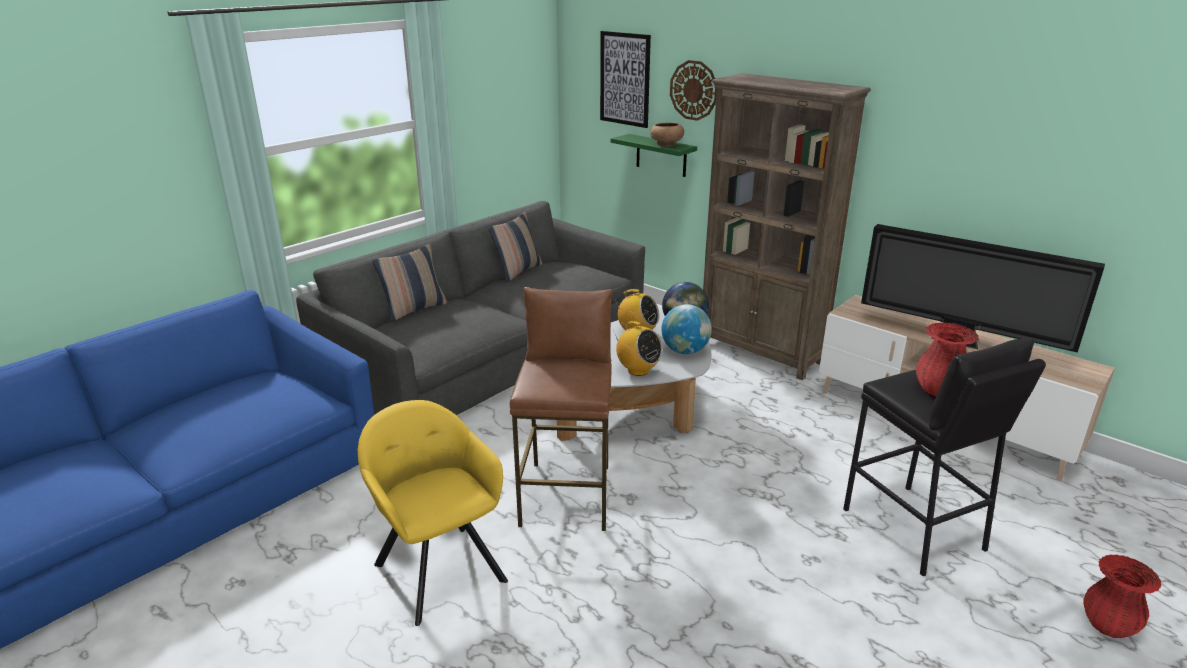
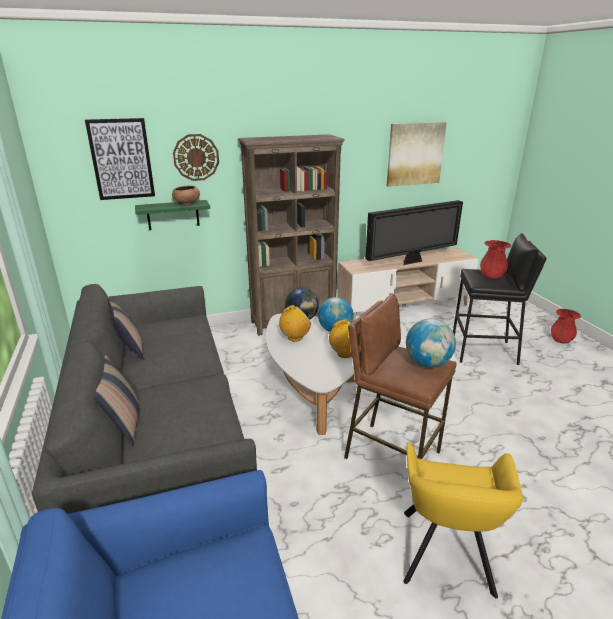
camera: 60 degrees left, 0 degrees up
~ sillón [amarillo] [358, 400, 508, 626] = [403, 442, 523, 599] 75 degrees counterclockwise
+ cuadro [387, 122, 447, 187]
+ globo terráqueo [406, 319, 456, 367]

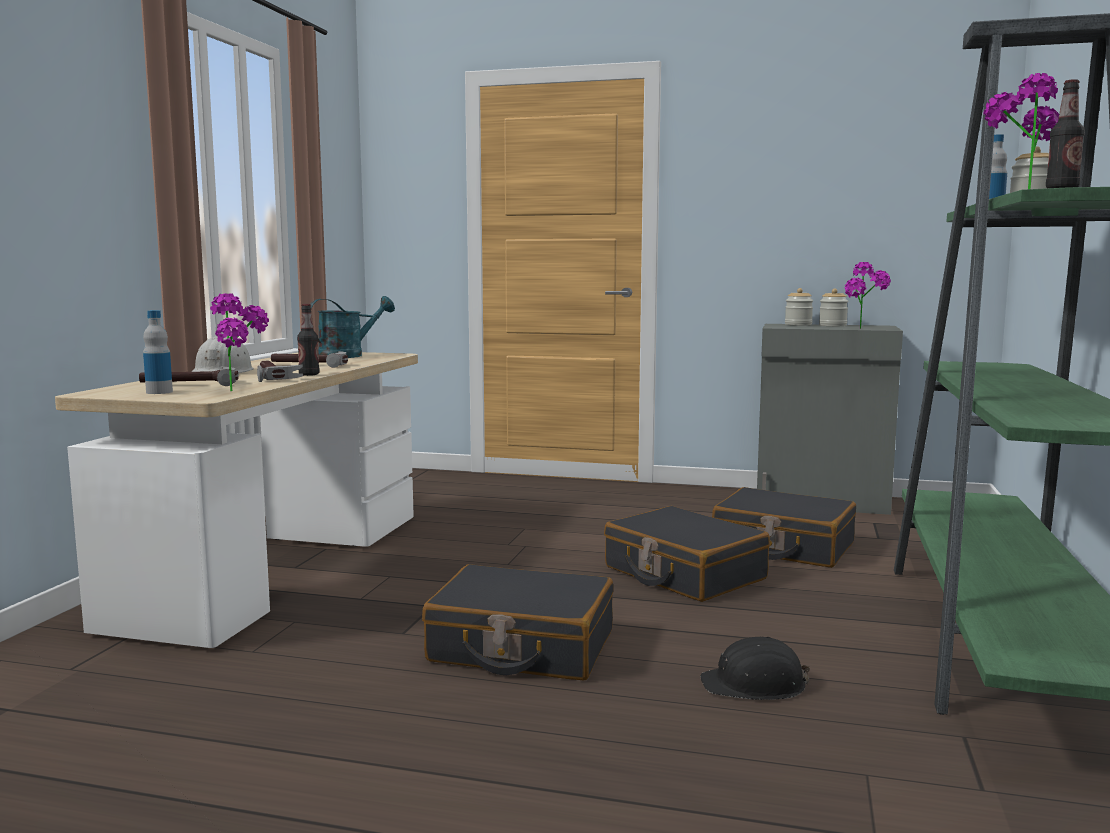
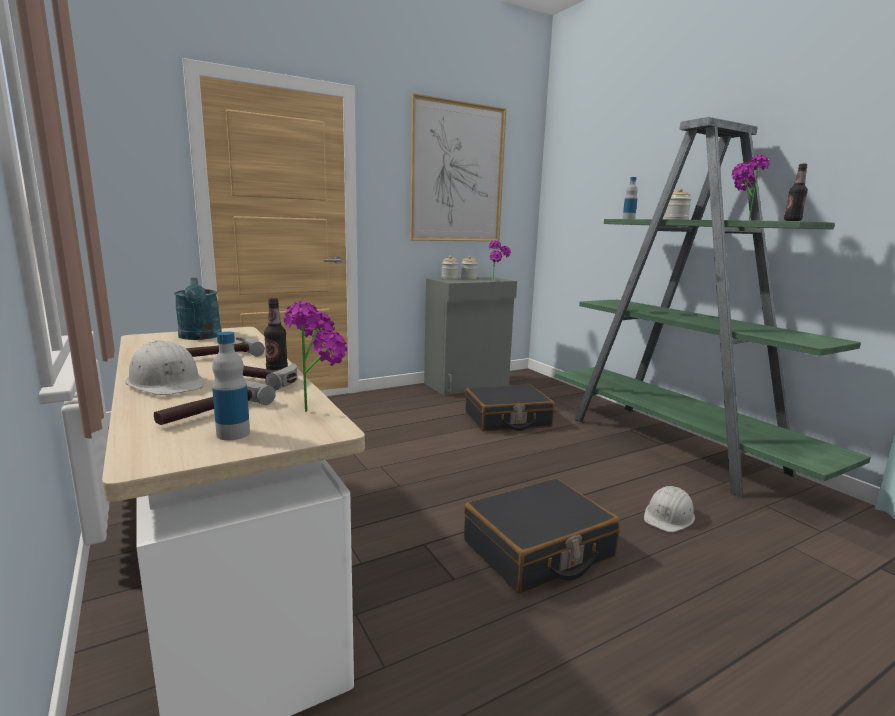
camera: 45 degrees left, 5 degrees up
~ regadera [turquesa] [311, 296, 395, 358] = [174, 278, 222, 340] 150 degrees clockwise
- maleta [negro] [604, 506, 770, 602]
~ casco [negro] [700, 637, 810, 700] to casco [blanco] [644, 486, 695, 532]
+ cuadro [410, 93, 506, 242]

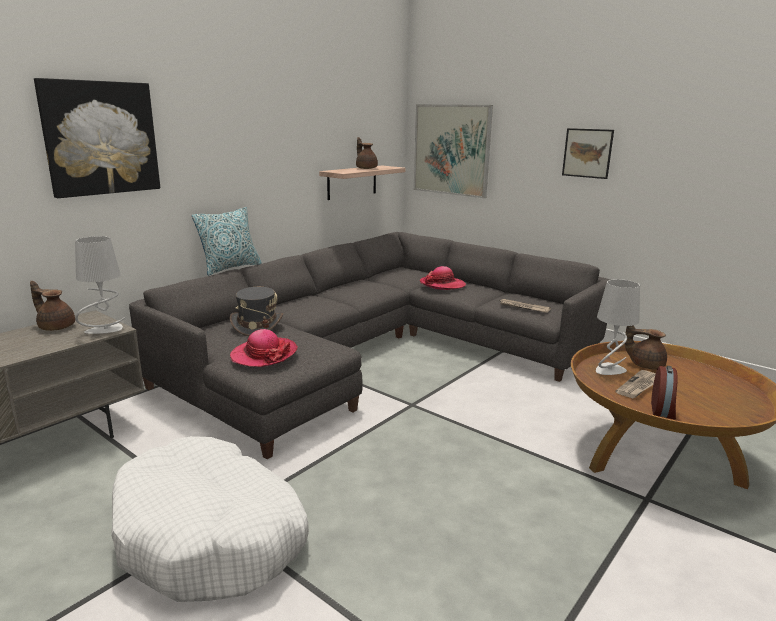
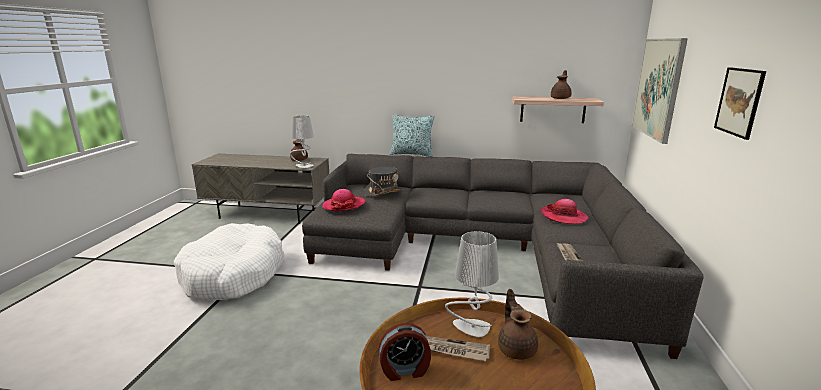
camera: 60 degrees right, 0 degrees up
- cuadro [34, 78, 160, 198]

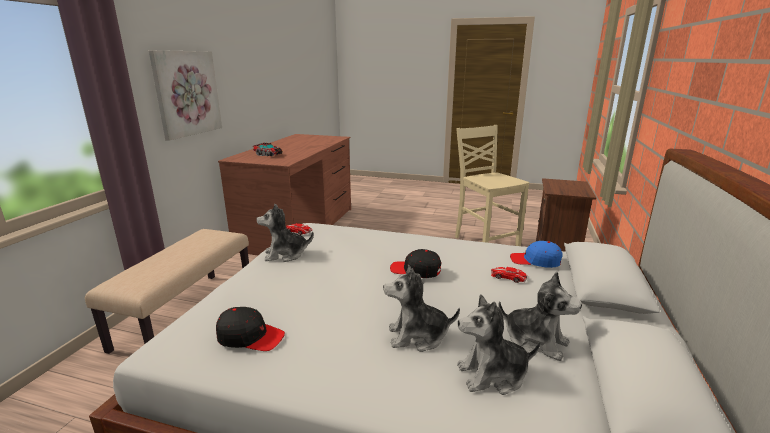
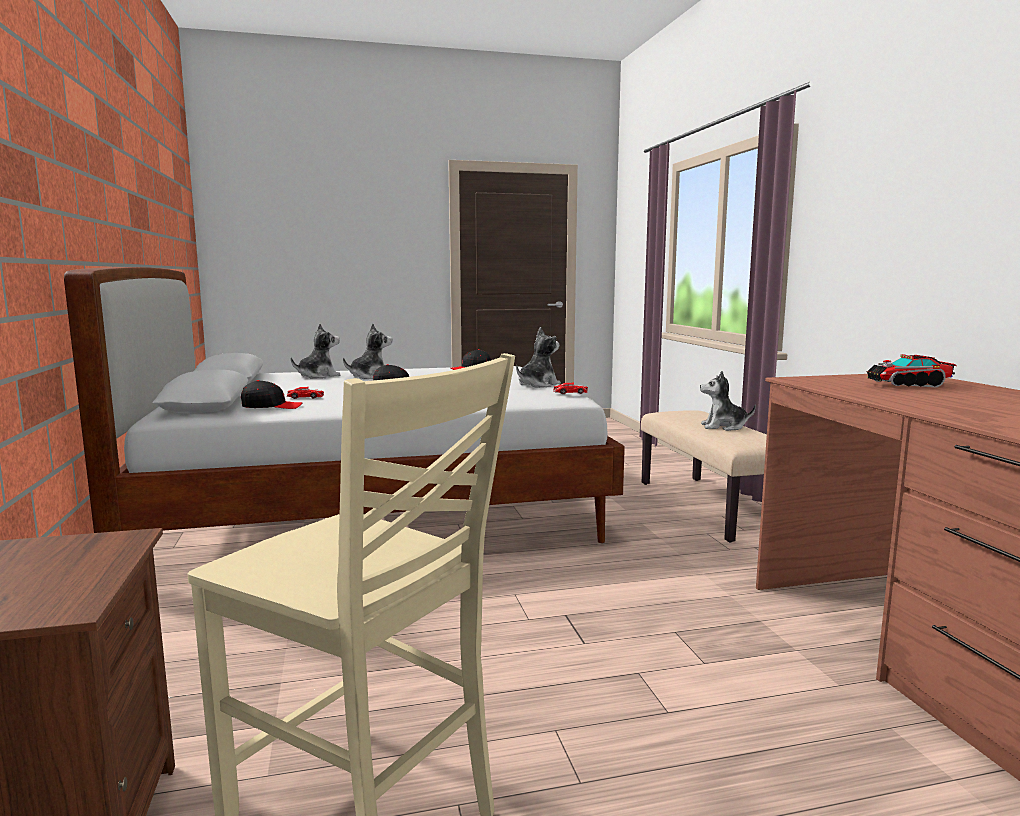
camera: 150 degrees right, 10 degrees down
- cuadro [149, 50, 222, 141]
~ peluche [498, 271, 582, 361] to [700, 371, 756, 431]
~ gorra [azul] [510, 241, 563, 268] to gorra [negro] [241, 380, 302, 409]

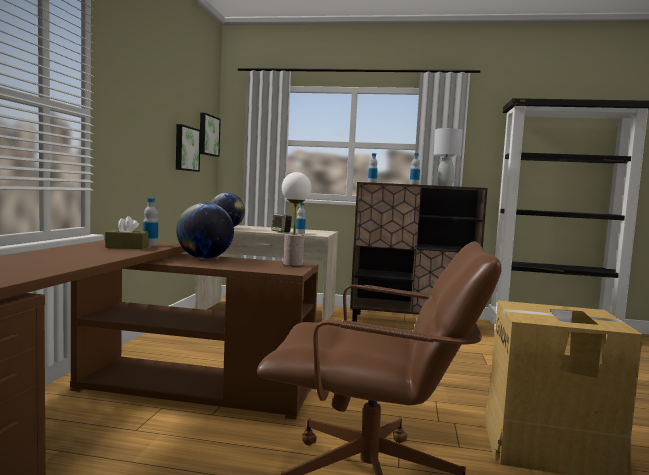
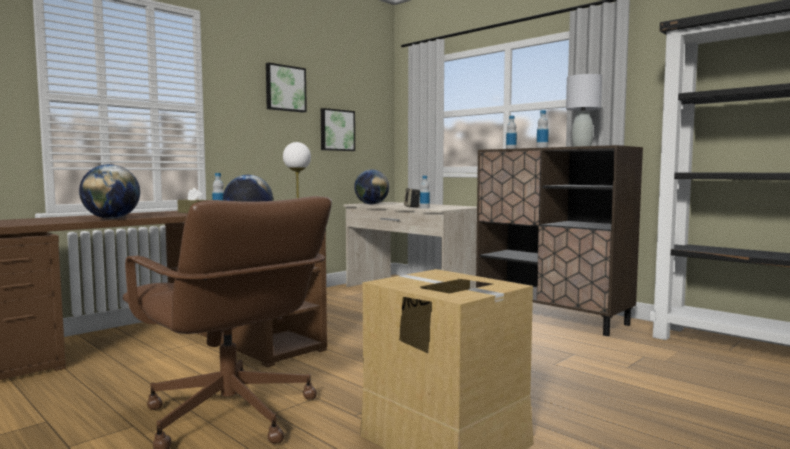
camera: 35 degrees right, 0 degrees up
~ cuadro [200, 113, 221, 157] to [266, 63, 307, 113]
+ globo terráqueo [79, 164, 140, 219]

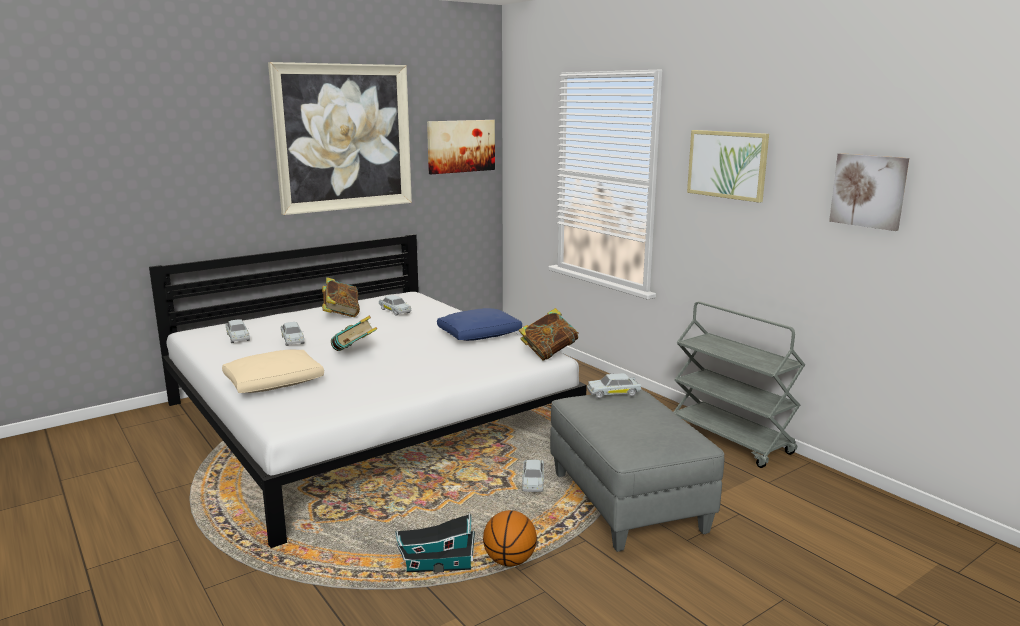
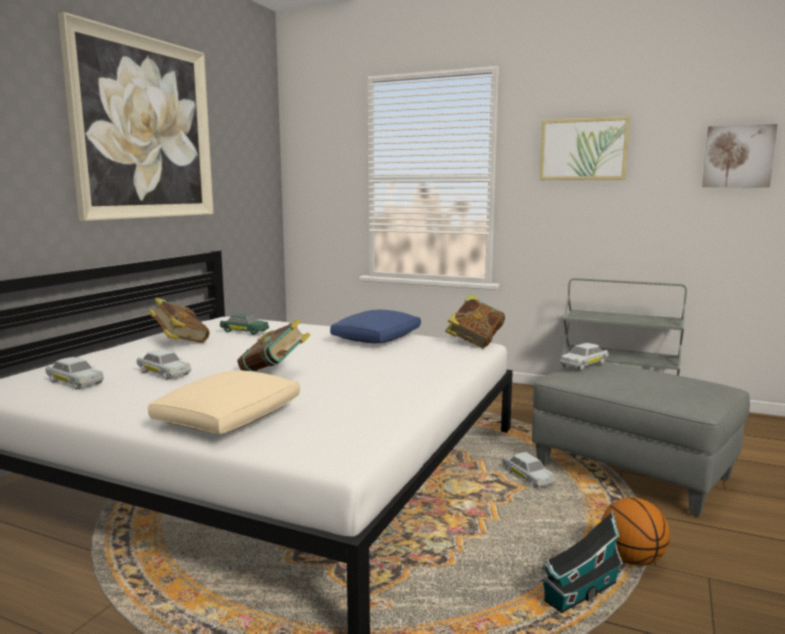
camera: 30 degrees left, 5 degrees down
~ coche de juguete [blanco] [379, 295, 412, 316] to coche de juguete [verde] [220, 313, 269, 335]
- cuadro [427, 120, 495, 174]

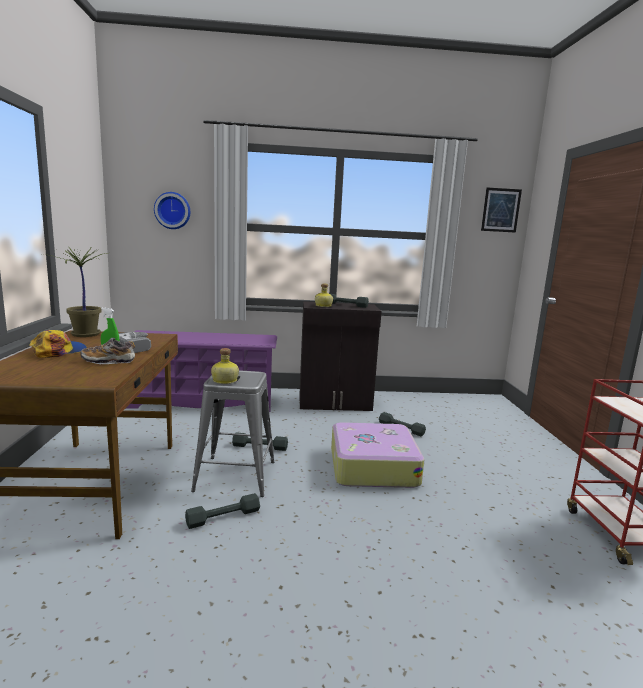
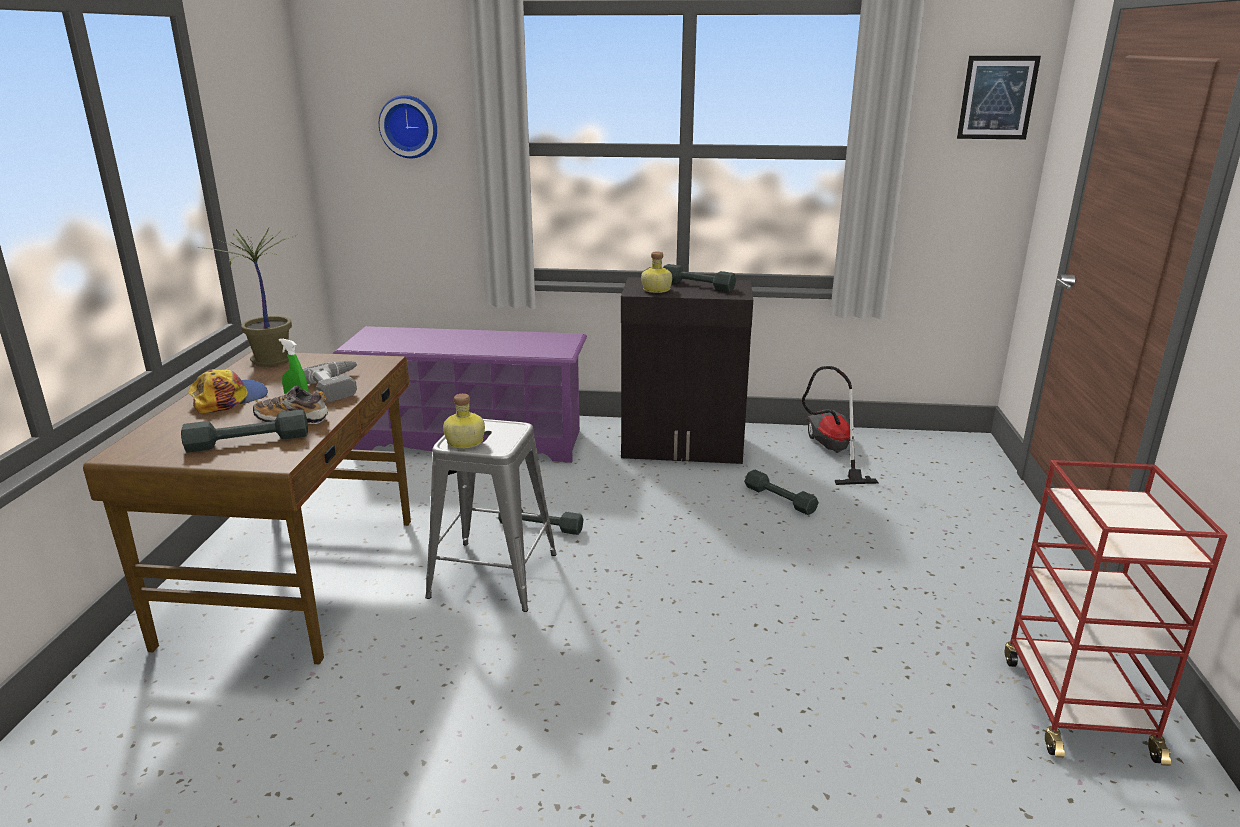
camera: 10 degrees right, 10 degrees up
~ mancuerna [gris] [185, 493, 260, 529] to [181, 409, 308, 453]
- maleta [331, 422, 424, 488]
+ aspiradora [802, 366, 879, 485]

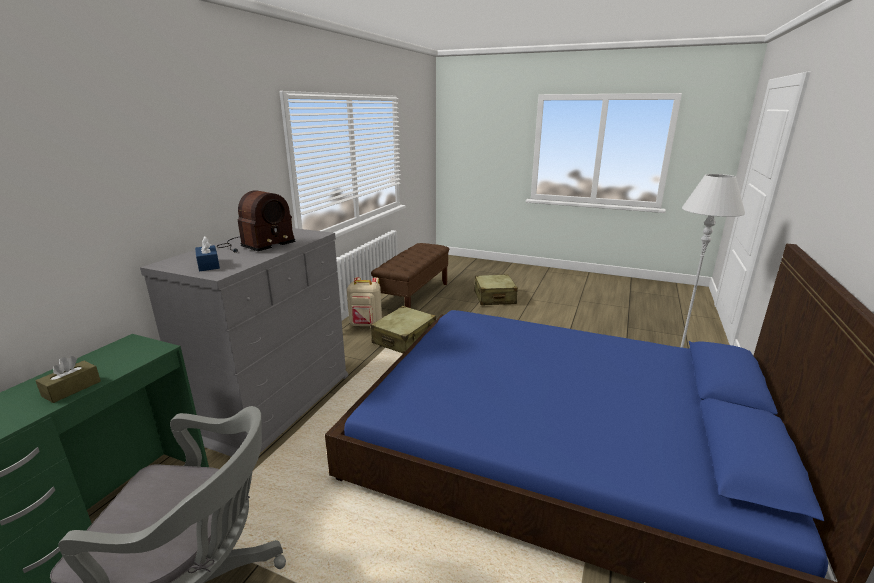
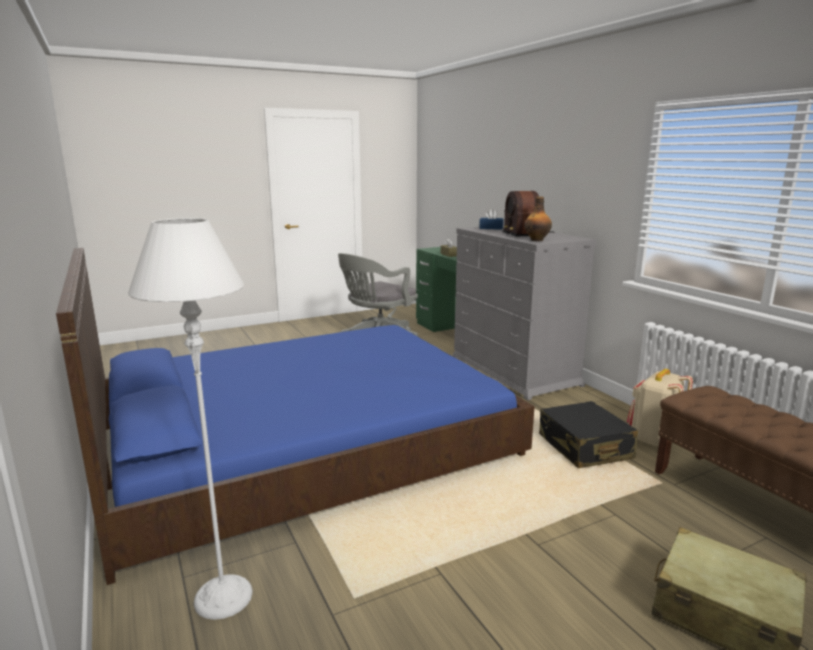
camera: 130 degrees right, 5 degrees down
~ maleta [beis] [371, 306, 436, 354] to maleta [negro] [539, 401, 638, 468]
+ botella [524, 197, 552, 241]

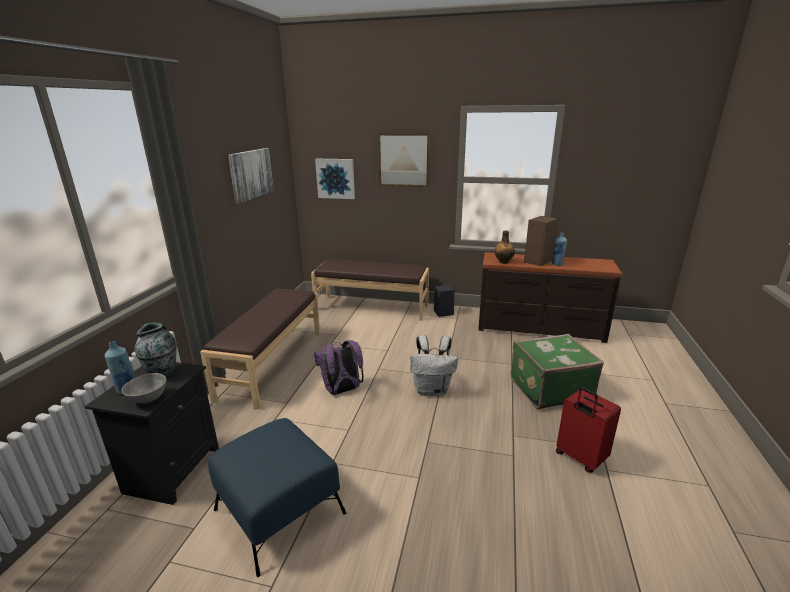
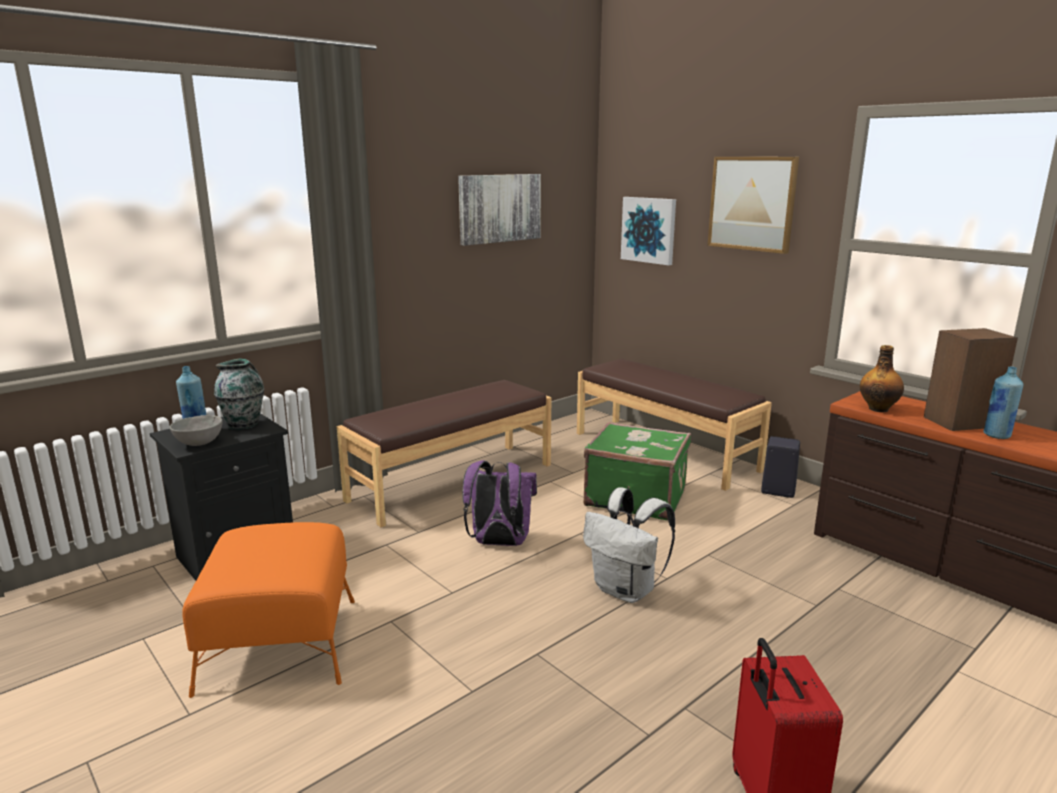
camera: 35 degrees right, 5 degrees down
~ puf [azul] [208, 418, 346, 577] to puf [naranja] [182, 522, 355, 698]
~ maleta [verde] [511, 334, 604, 409] to [584, 422, 691, 520]

